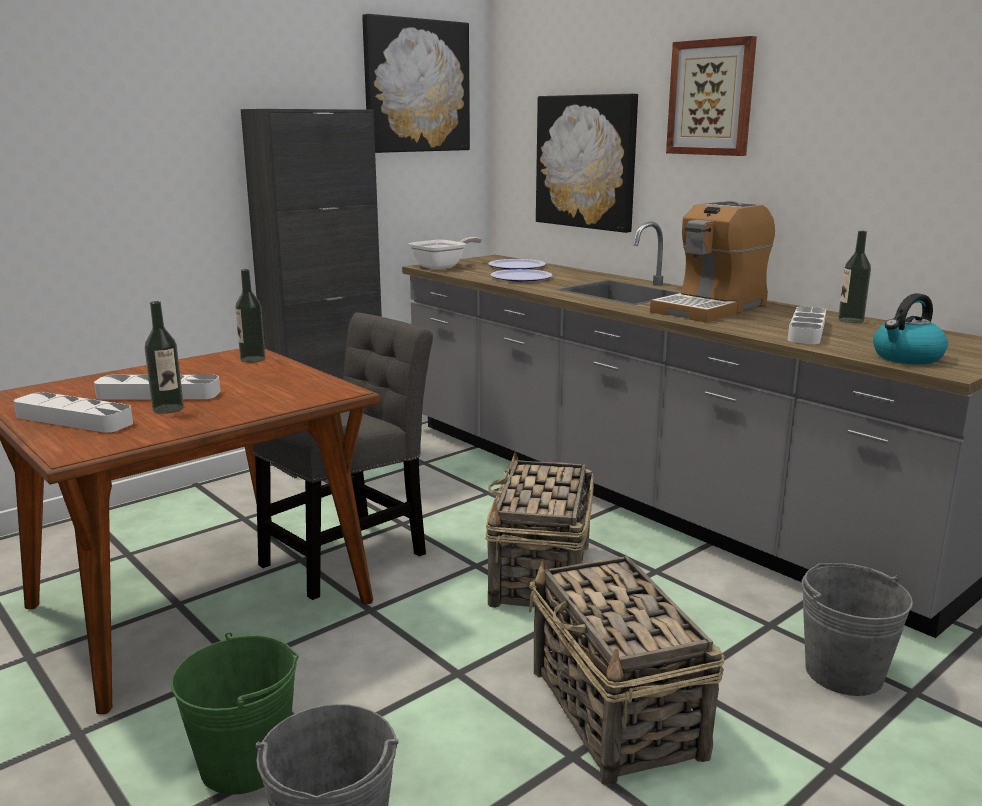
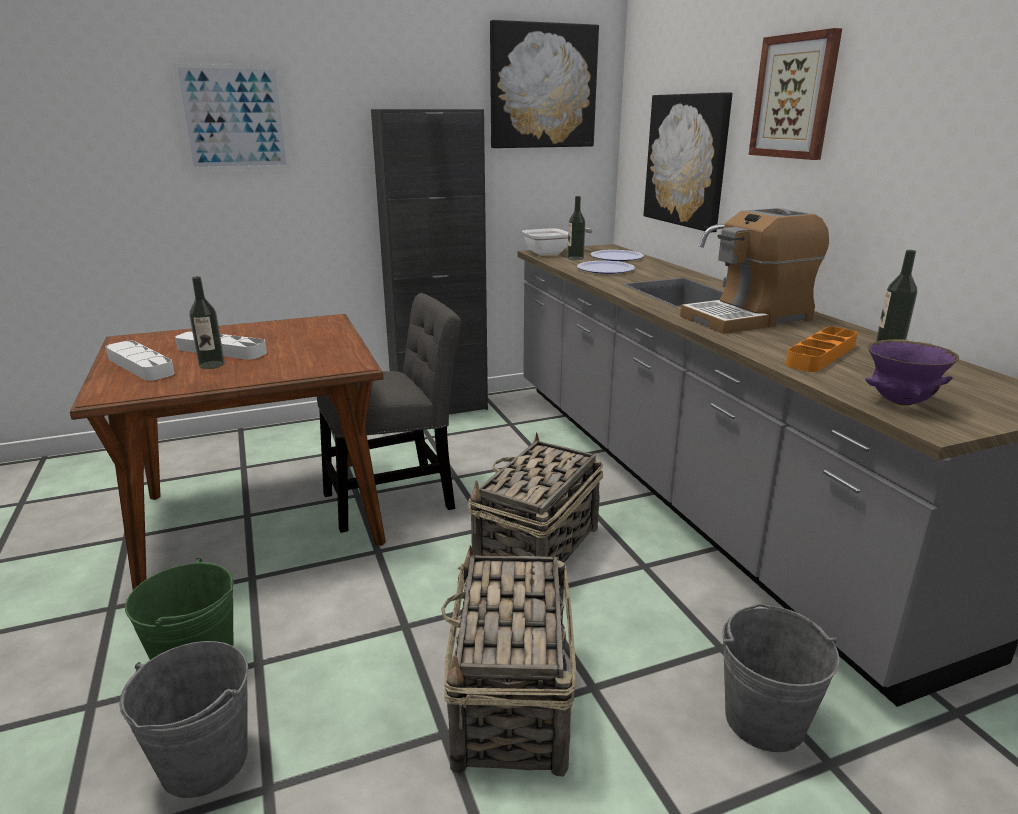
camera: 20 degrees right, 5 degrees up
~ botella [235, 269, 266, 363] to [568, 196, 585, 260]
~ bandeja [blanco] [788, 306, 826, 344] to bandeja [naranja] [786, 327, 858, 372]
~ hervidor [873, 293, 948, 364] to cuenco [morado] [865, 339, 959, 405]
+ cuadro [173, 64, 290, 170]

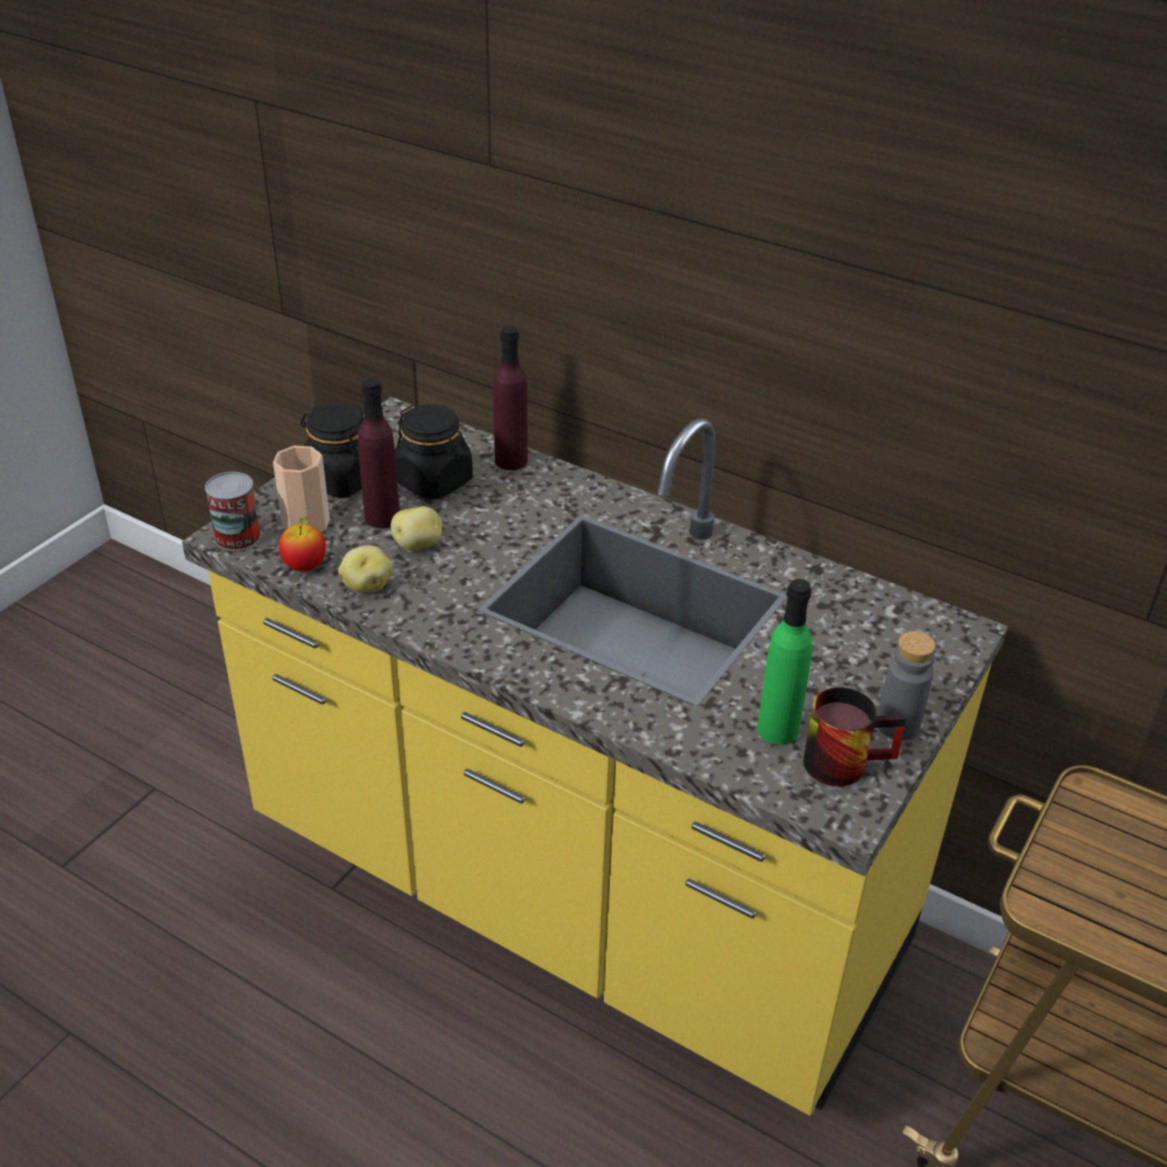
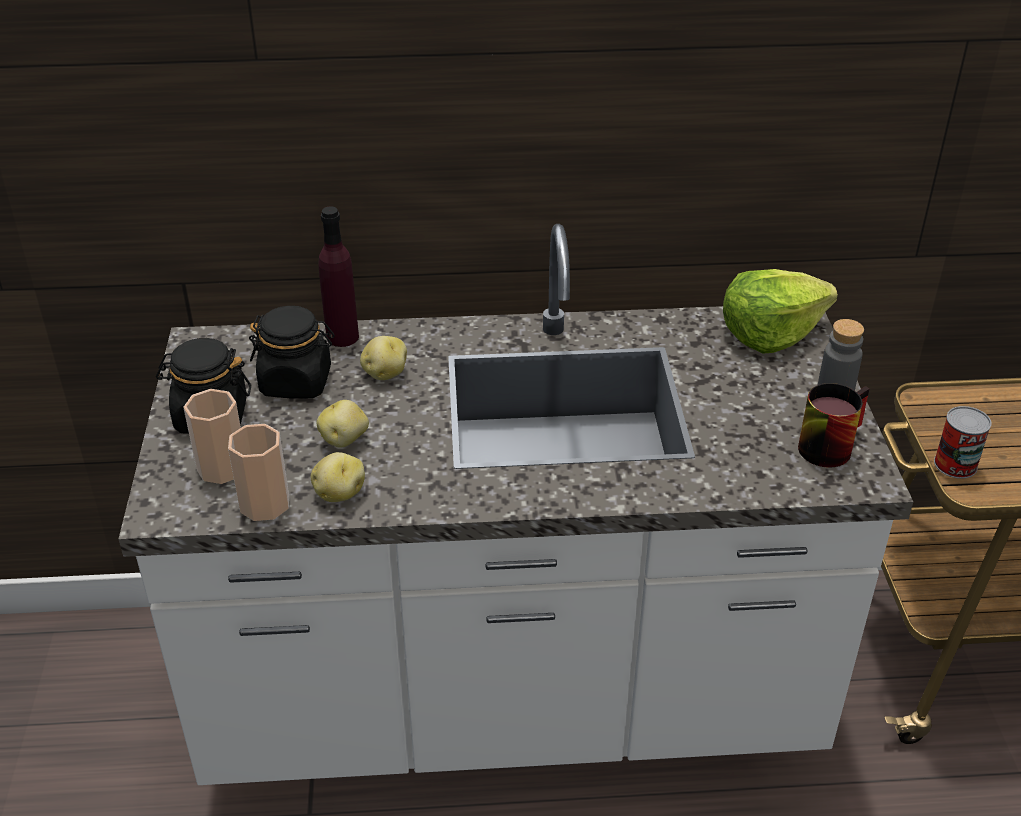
camera: 35 degrees left, 0 degrees up
~ mueble bajo de cocina [amarillo] [182, 397, 1008, 1116] to mueble bajo de cocina [blanco] [118, 224, 913, 785]
~ lata [205, 472, 261, 551] to [934, 406, 992, 479]
~ manzana [278, 516, 326, 571] to taza [228, 424, 289, 521]
- botella [morado] [358, 378, 400, 528]
- botella [verde] [757, 579, 812, 745]
+ patata [360, 336, 407, 380]
+ lechuga [723, 269, 838, 354]

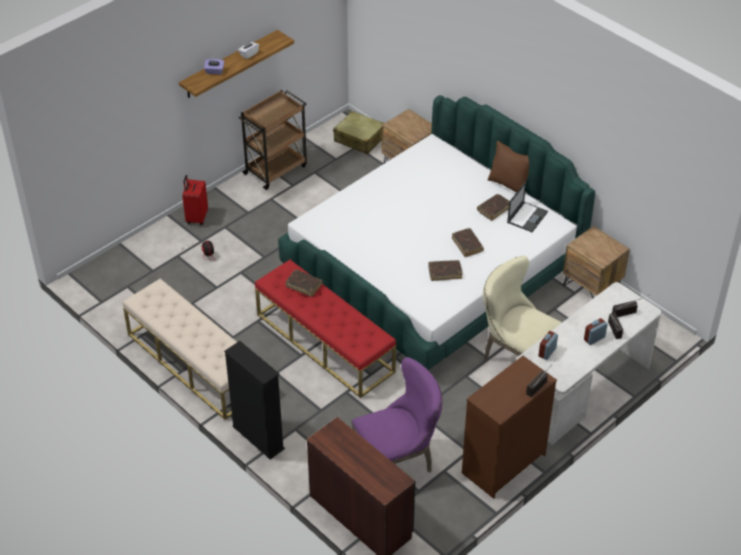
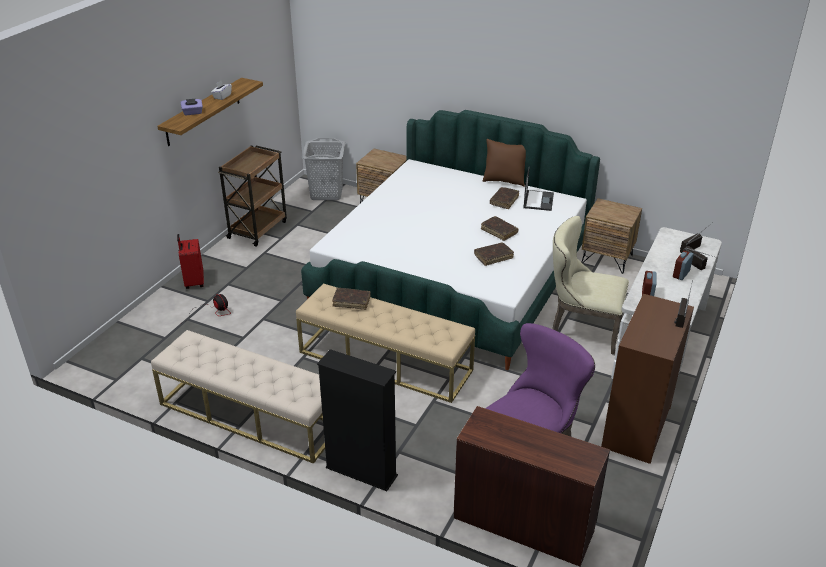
camera: 20 degrees left, 10 degrees down
~ banco [rojo] [255, 260, 396, 398] to banco [beis] [296, 283, 475, 403]
~ maleta [beis] [333, 111, 384, 154] to cesto de la ropa [gris] [302, 138, 346, 200]

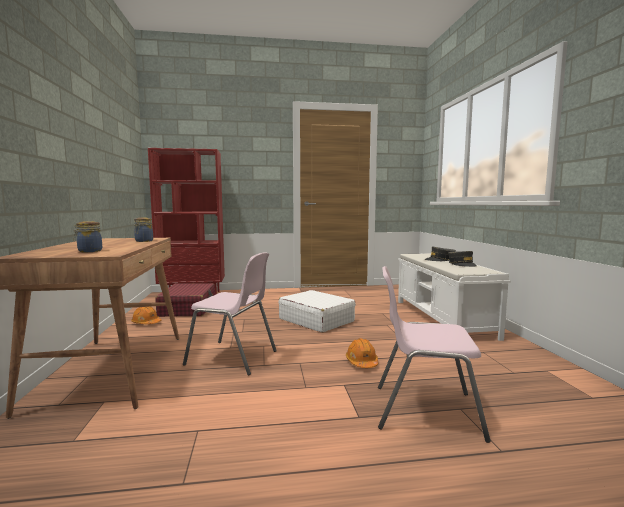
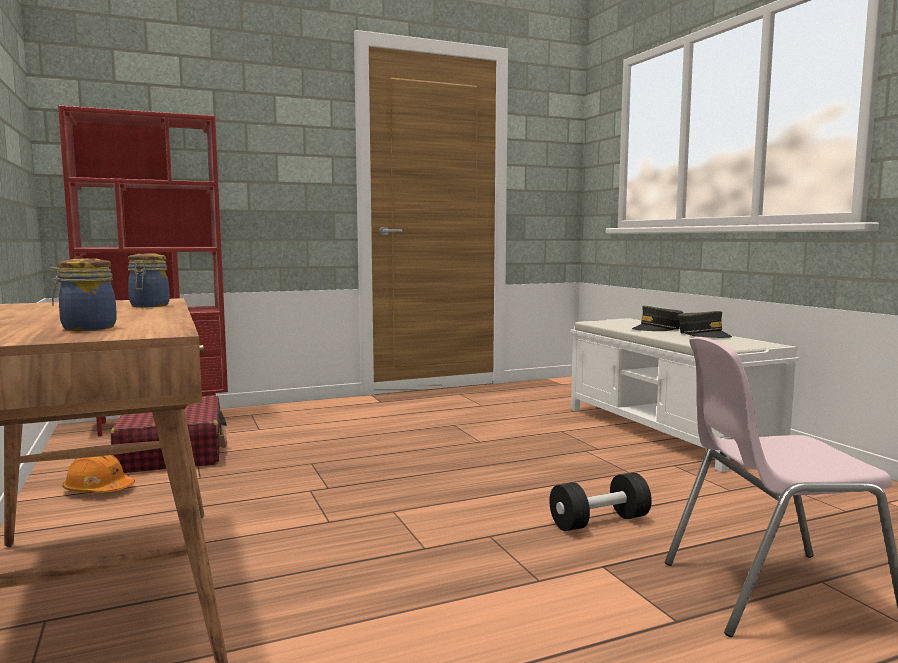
camera: 15 degrees left, 0 degrees up
- silla [rosa] [183, 252, 277, 375]
- maleta [blanco] [279, 290, 356, 333]
~ casco [naranja] [346, 338, 378, 368] to mancuerna [negro] [549, 473, 652, 531]

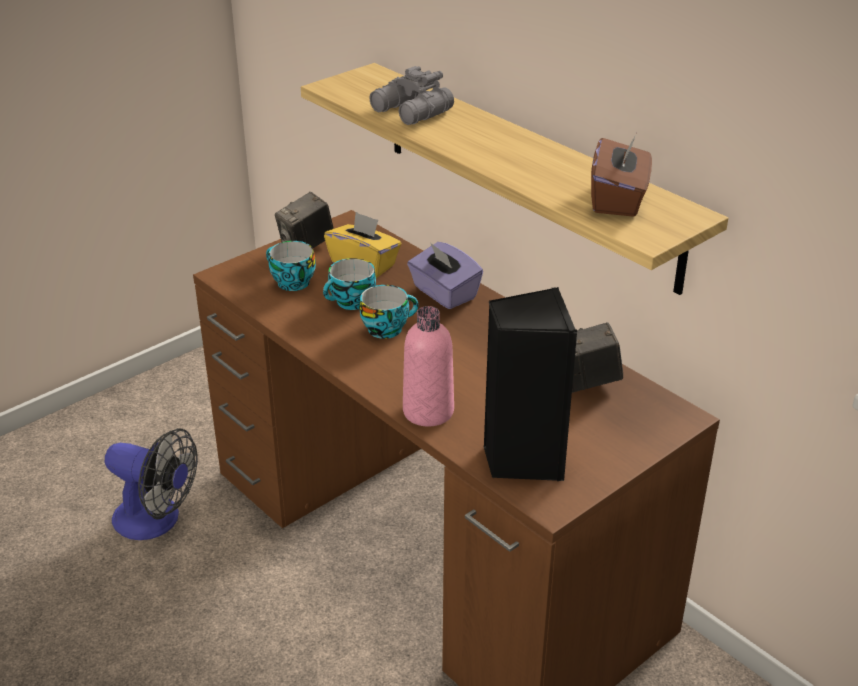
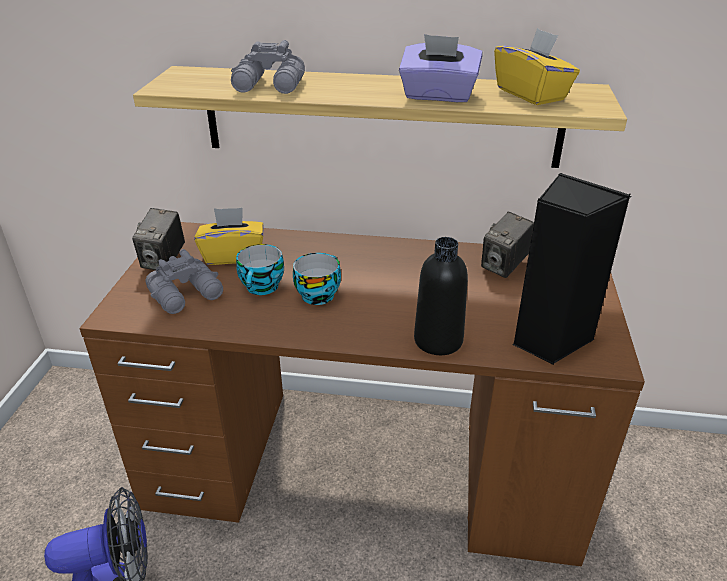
camera: 40 degrees left, 0 degrees up
~ taza [266, 241, 316, 291] to prismáticos [gris] [146, 249, 223, 314]
~ botella [rosa] [403, 306, 454, 426] to botella [negro] [414, 237, 468, 355]
~ caja de pañuelos [morado] [407, 242, 483, 309] to [399, 34, 483, 102]
~ caja de pañuelos [marrón] [591, 136, 652, 217] to caja de pañuelos [amarillo] [494, 28, 580, 105]

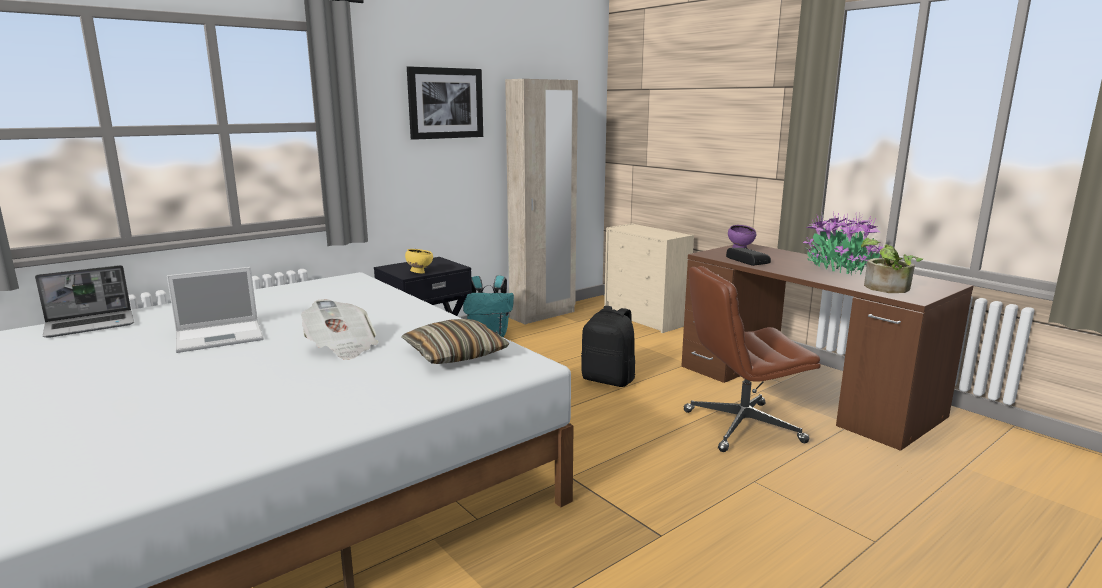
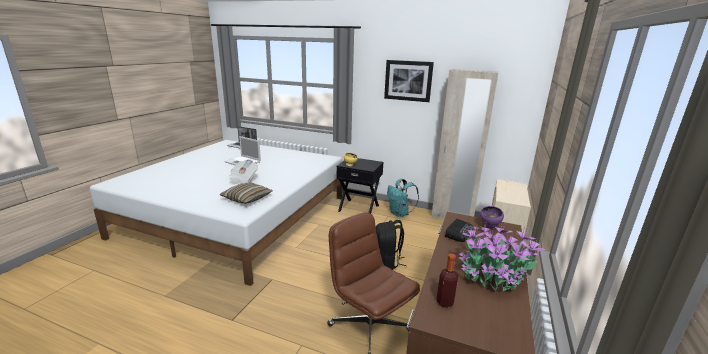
camera: 60 degrees right, 5 degrees up
~ planta en maceta [861, 238, 923, 293] to botella [436, 254, 458, 308]

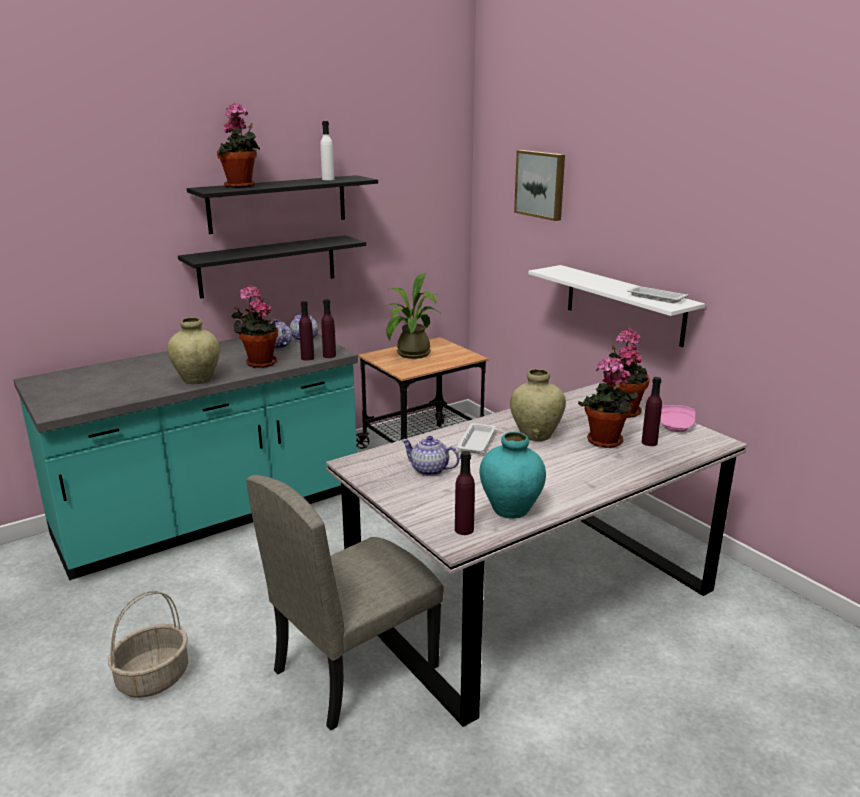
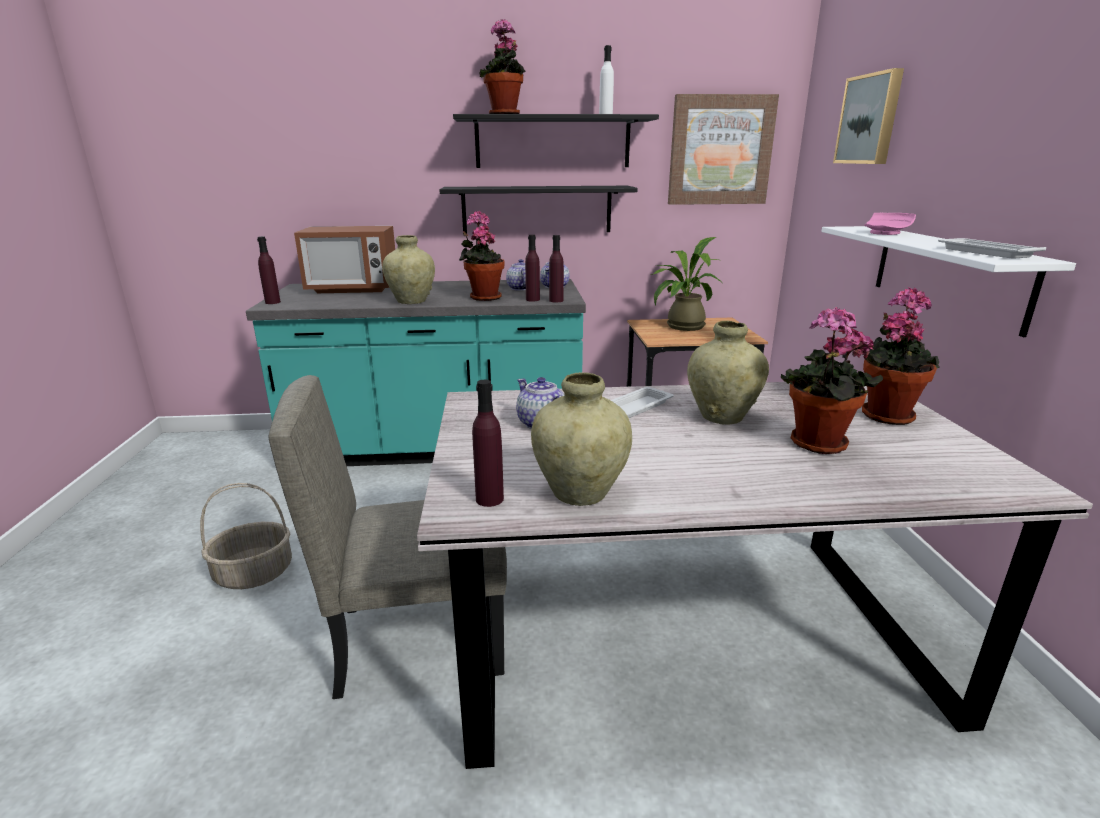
camera: 30 degrees right, 0 degrees up
~ florero [turquesa] [480, 432, 546, 519] to florero [beis] [531, 372, 632, 506]
~ botella [morado] [642, 377, 662, 446] to [257, 236, 281, 304]
~ plato [rosa] [660, 405, 695, 432] to [864, 213, 916, 235]
+ microondas [294, 226, 395, 293]
+ cuadro [668, 94, 779, 205]

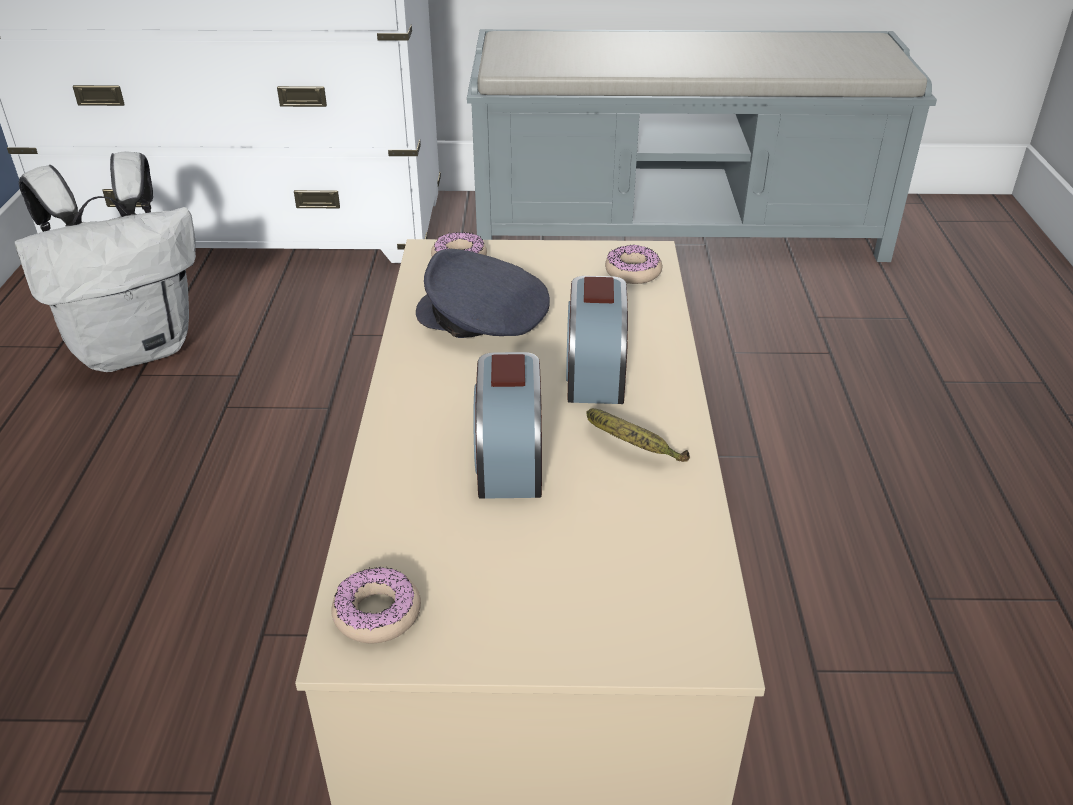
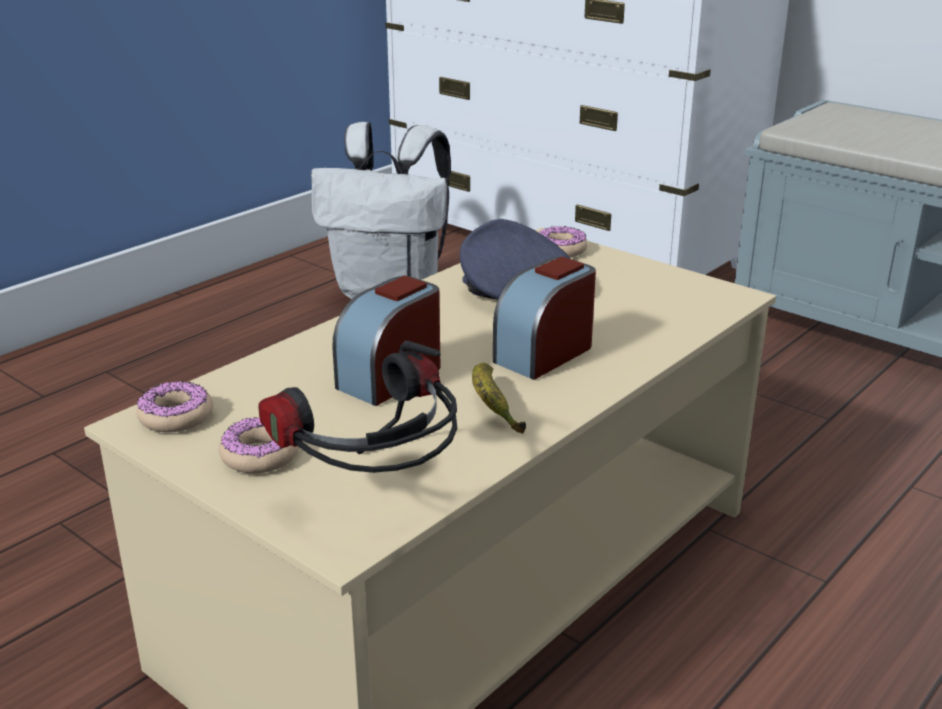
camera: 40 degrees right, 10 degrees down
~ rosquilla [605, 245, 663, 284] to [219, 417, 299, 473]
+ auriculares [258, 340, 457, 473]

